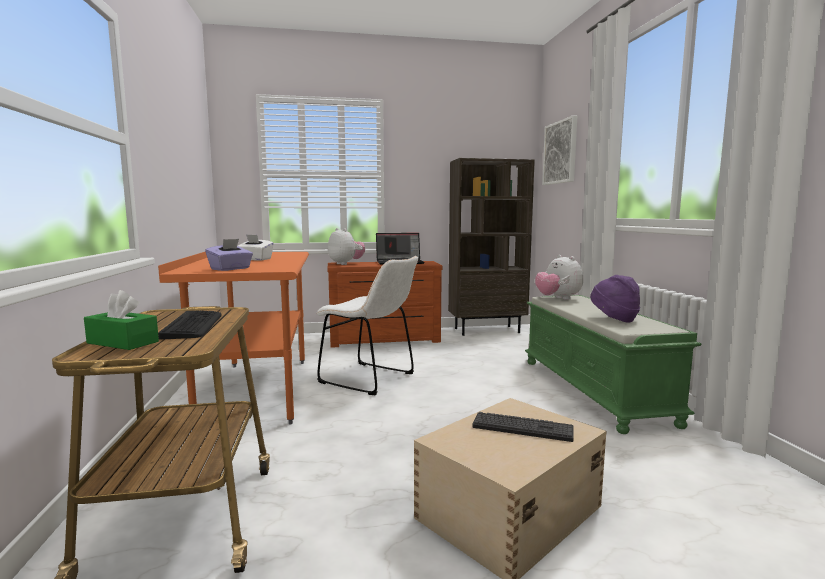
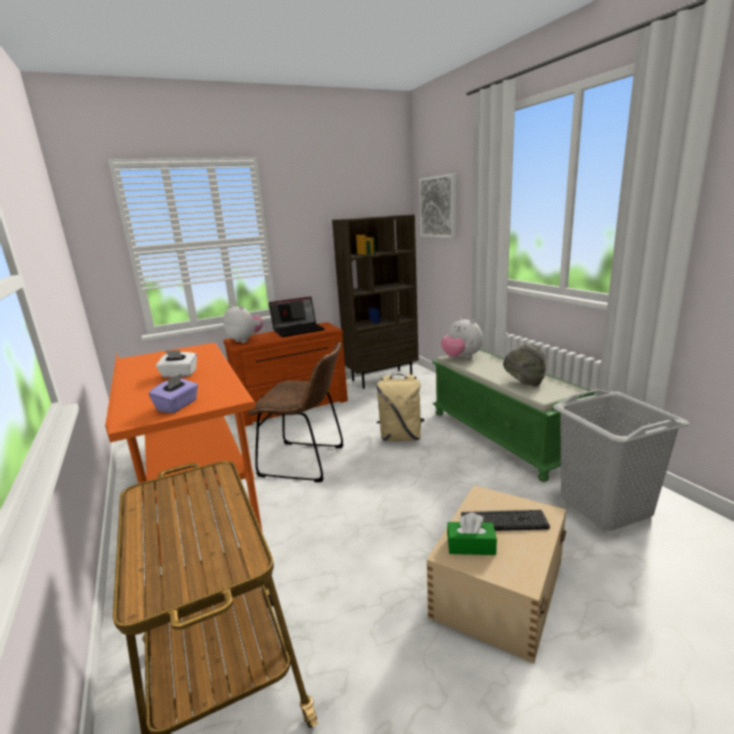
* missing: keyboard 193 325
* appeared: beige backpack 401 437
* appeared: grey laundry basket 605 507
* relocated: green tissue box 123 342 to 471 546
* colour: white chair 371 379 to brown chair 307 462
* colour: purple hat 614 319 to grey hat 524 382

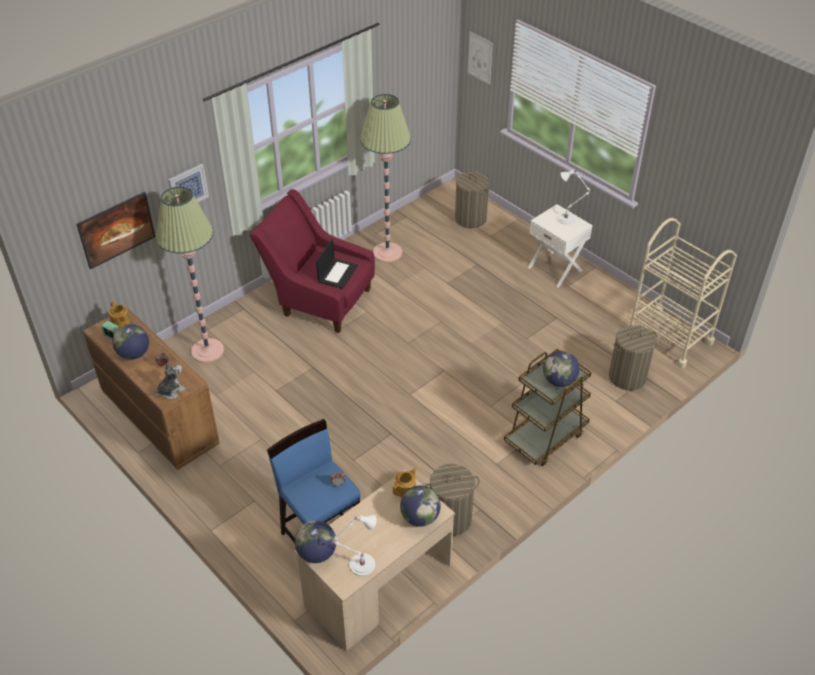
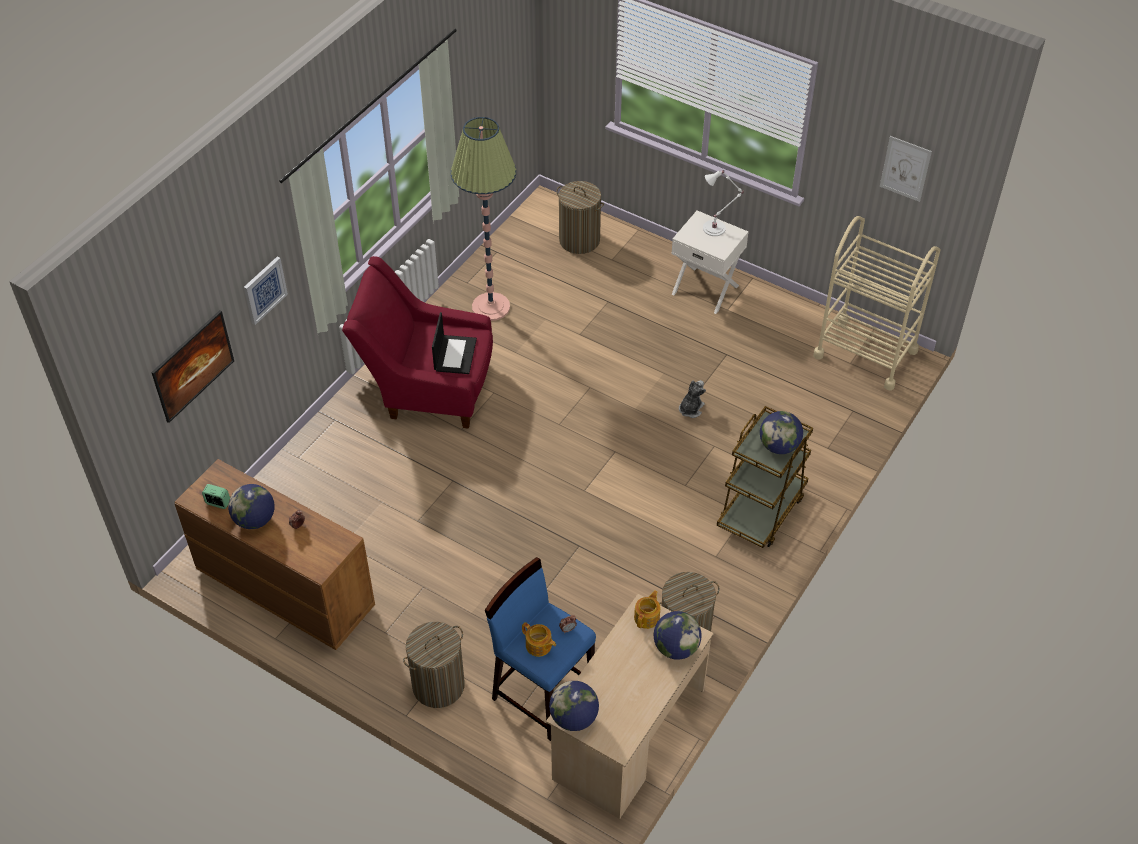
* missing: floor lamp 207 351
* missing: white table lamp 360 565
* relocated: teapot 120 321 to 539 646
* relocated: plush toy 171 391 to 690 409
* relocated: picture 480 58 to 905 168
* relocated: laundry basket 627 377 to 438 685

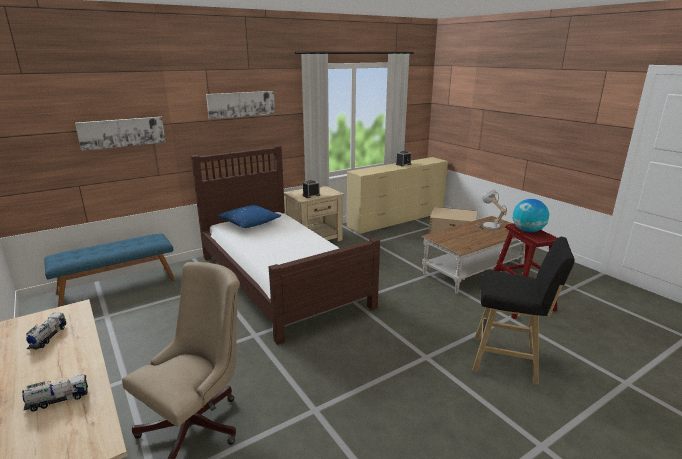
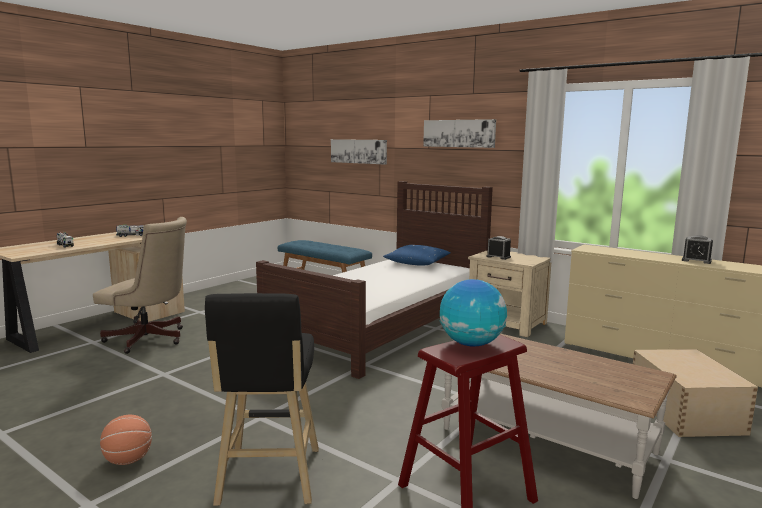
* missing: table lamp 489 226
* appeared: basketball 128 460

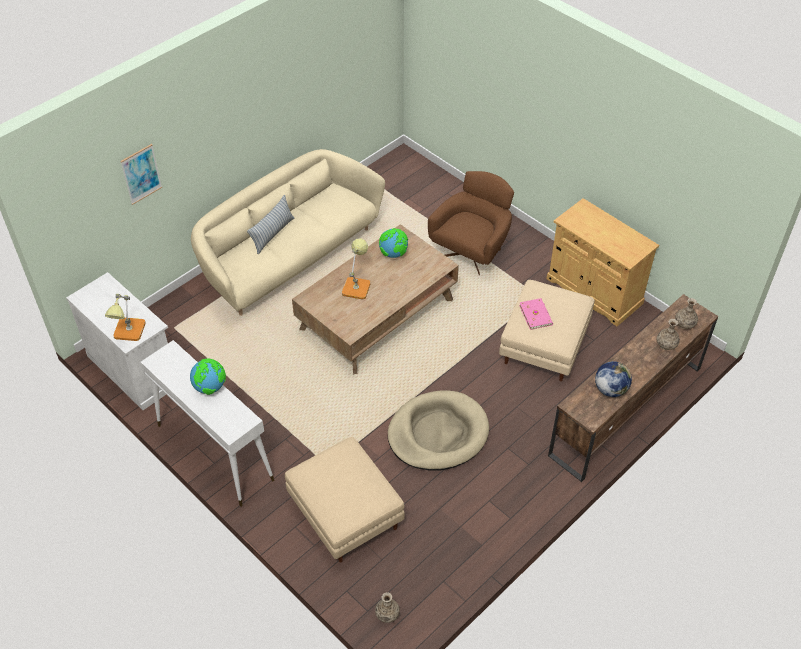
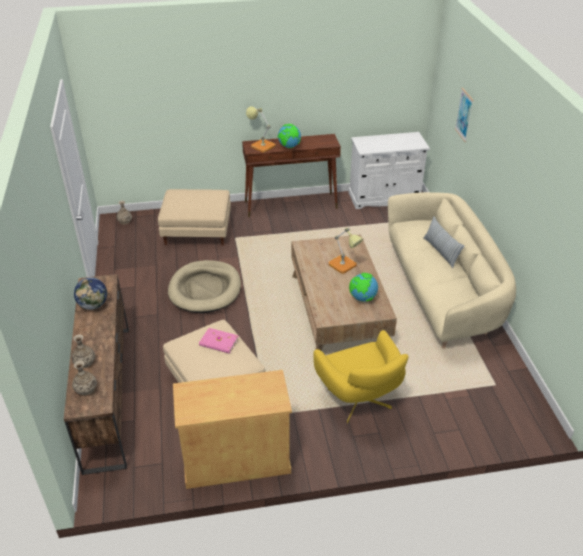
* relocated: table lamp 128 333 to 260 145
* colour: white console table 214 452 to brown console table 291 205
* colour: brown armchair 472 252 to yellow armchair 360 401

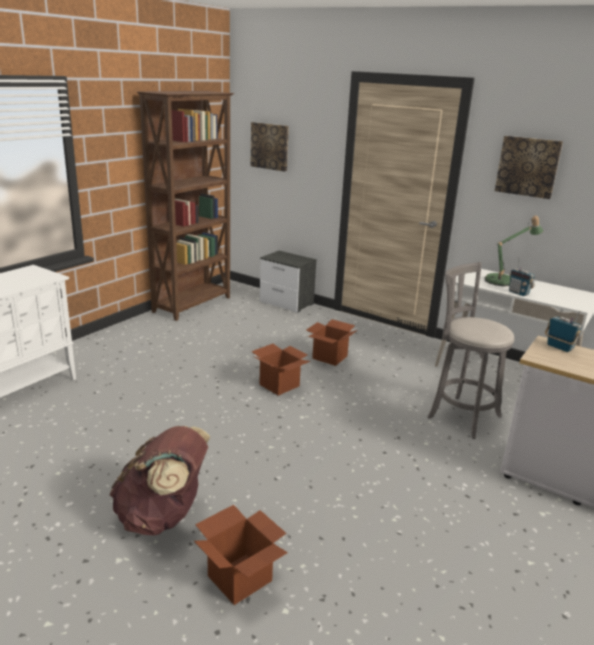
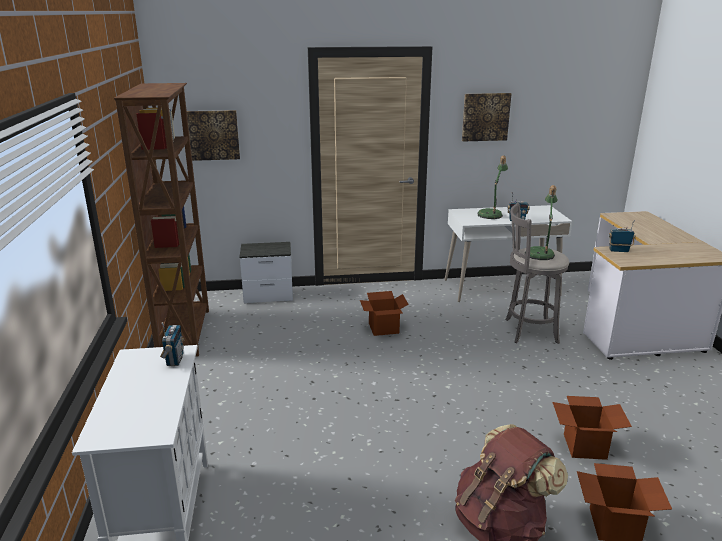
* appeared: radio 174 360
* appeared: table lamp 540 253
* relocated: cardboard box 279 385 to 585 446

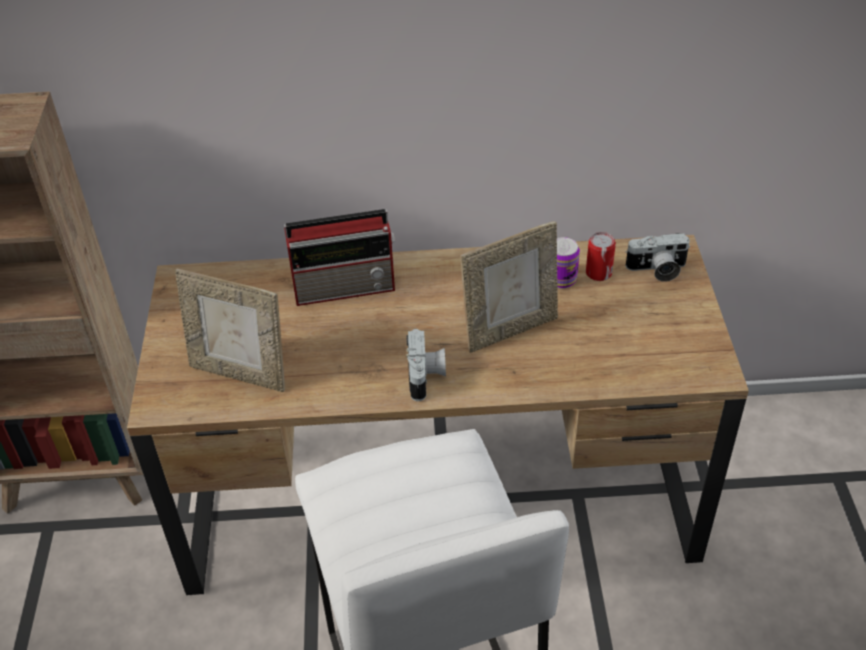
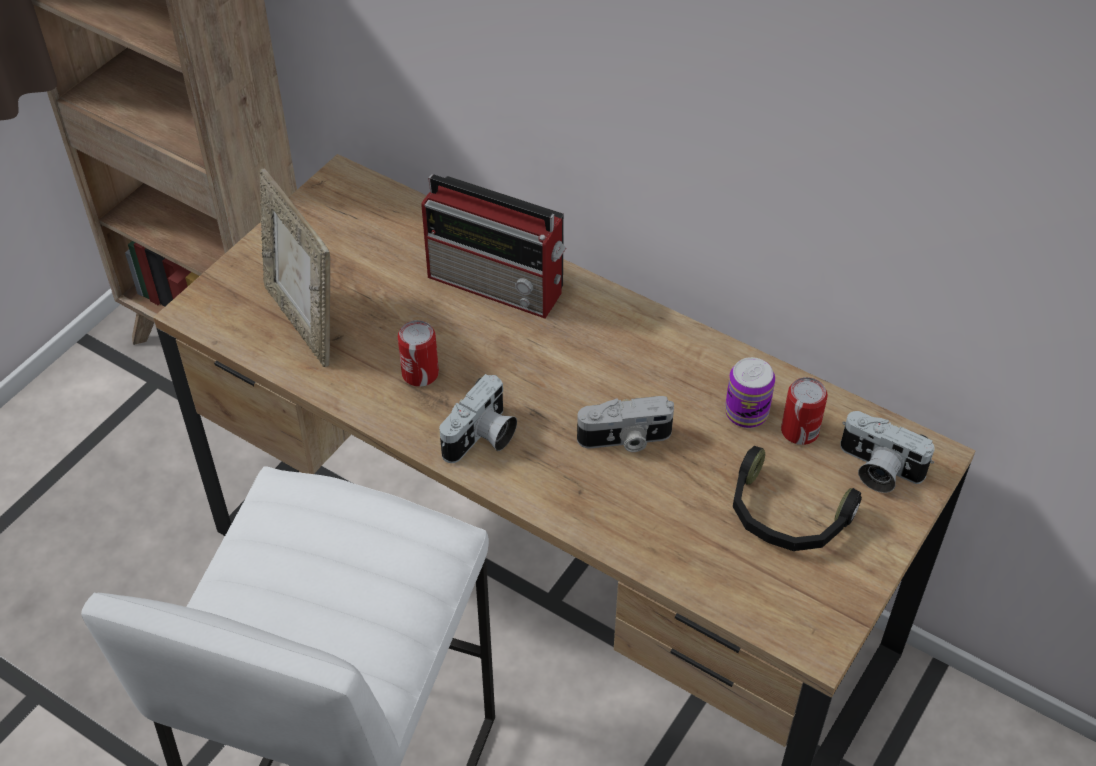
* appeared: can 420 373
* appeared: black headphones 785 516
* exchanged: picture frame 510 330 to photo camera 625 439

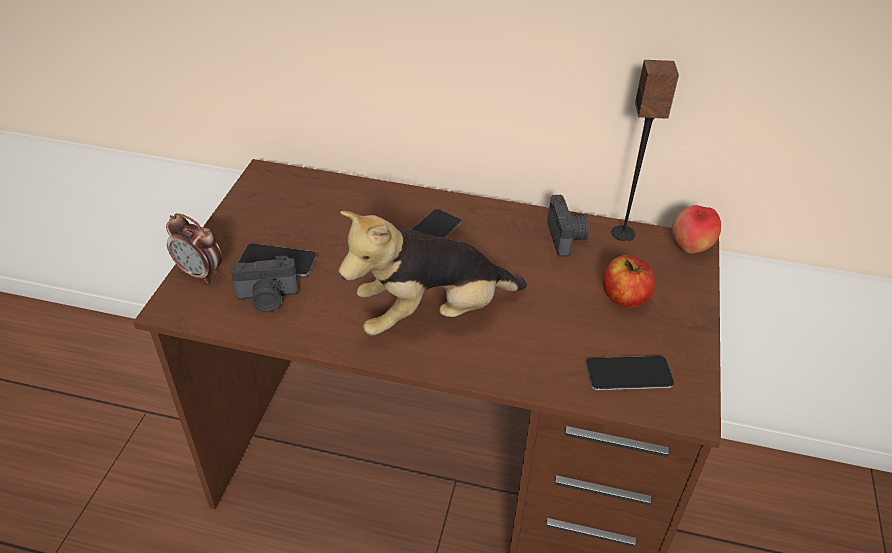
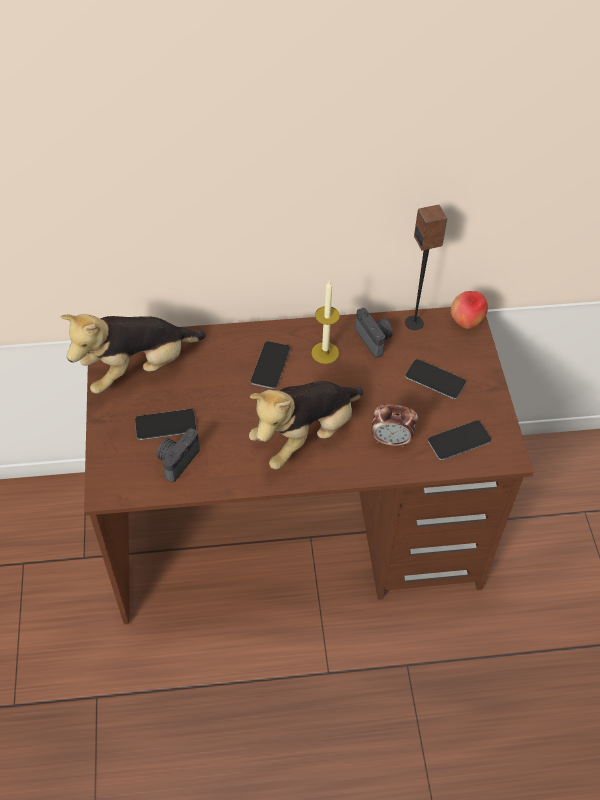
* appeared: plush toy 138 369
* appeared: candle 325 353
* relocated: alarm clock 200 273 to 391 440
* exchanged: apple 625 297 to phone 435 379
* spun: photo camera 267 299 = 176 460 150 degrees clockwise

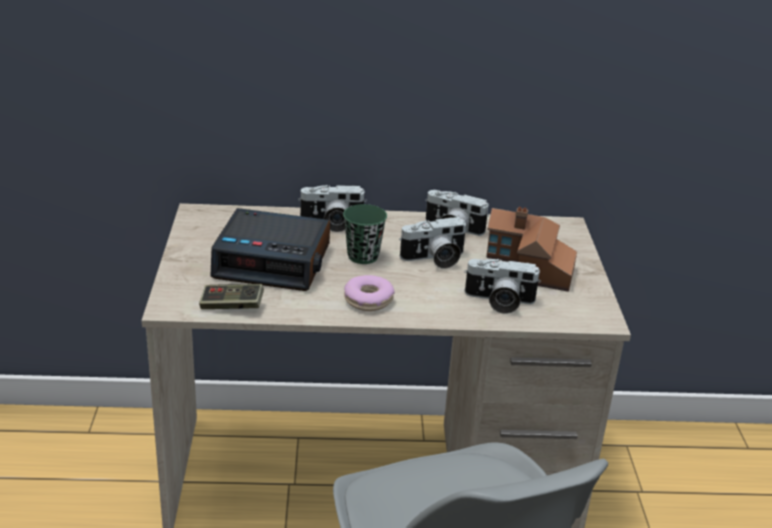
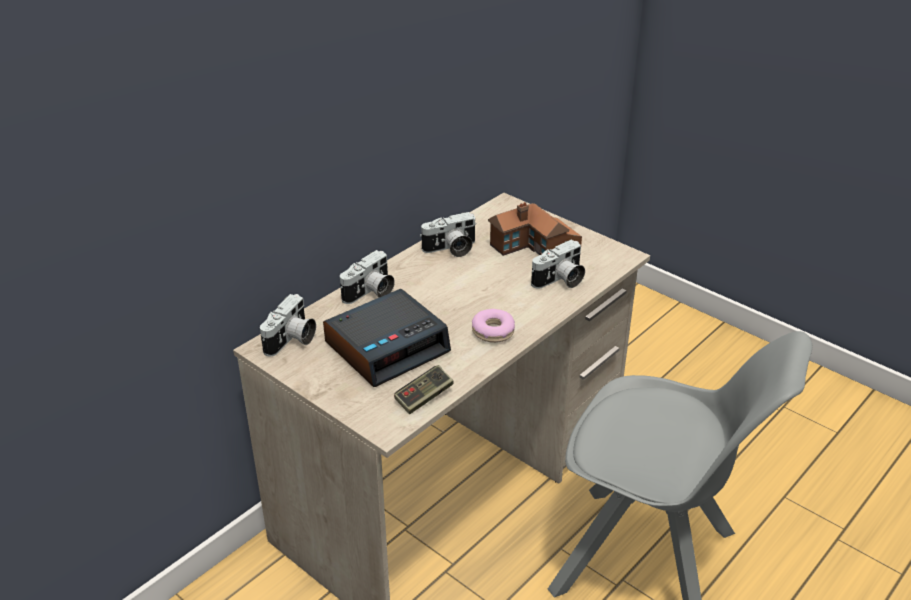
* missing: green cup 363 256
* relocated: photo camera 434 259 to 291 340

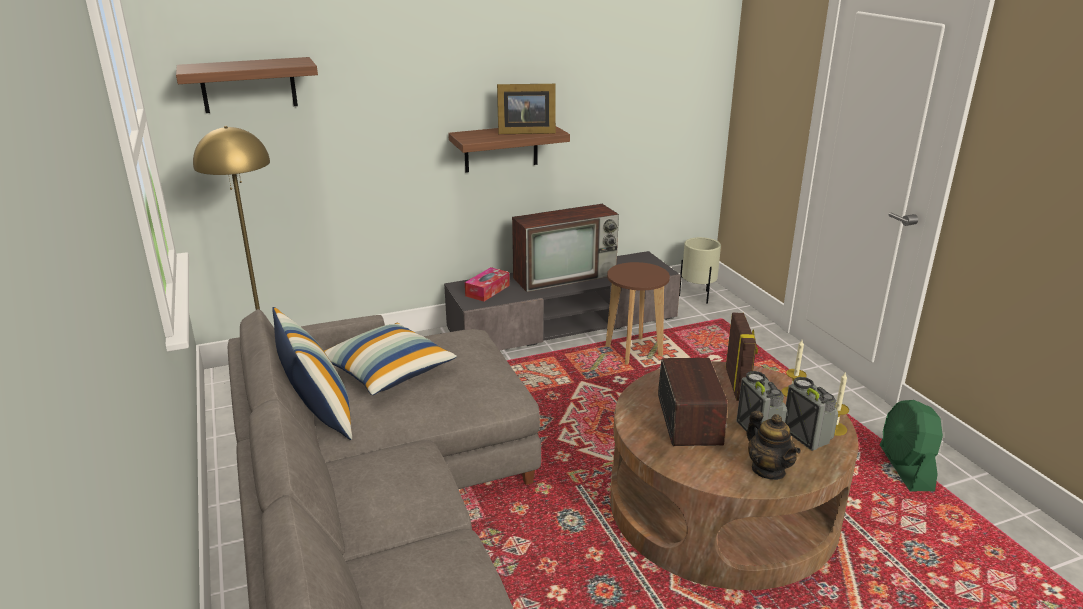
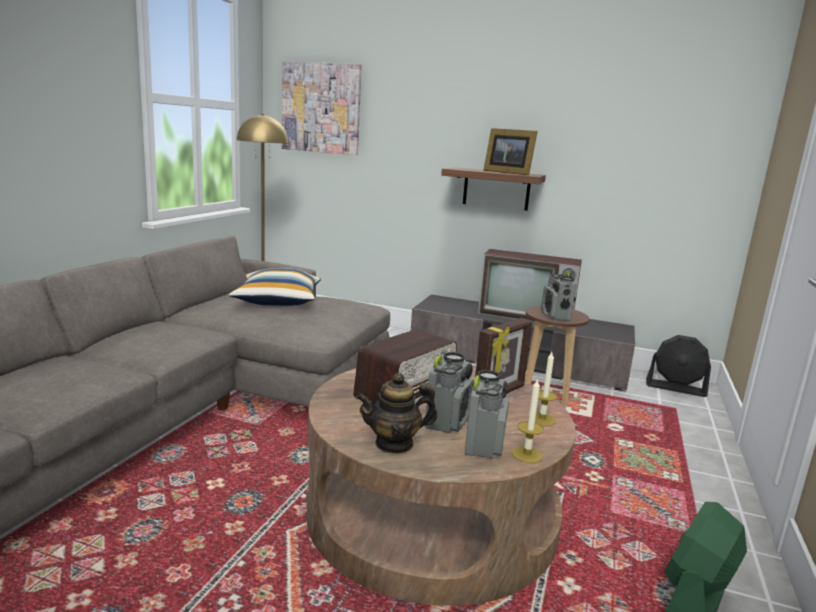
* missing: pillow 318 416
* missing: tissue box 487 290
* appeared: radio 555 316
* exchanged: shelf 248 85 to picture 321 108
* exchanged: beige planter 697 297 to black fan 675 388
* spun: teapot 768 470 = 394 444 60 degrees clockwise

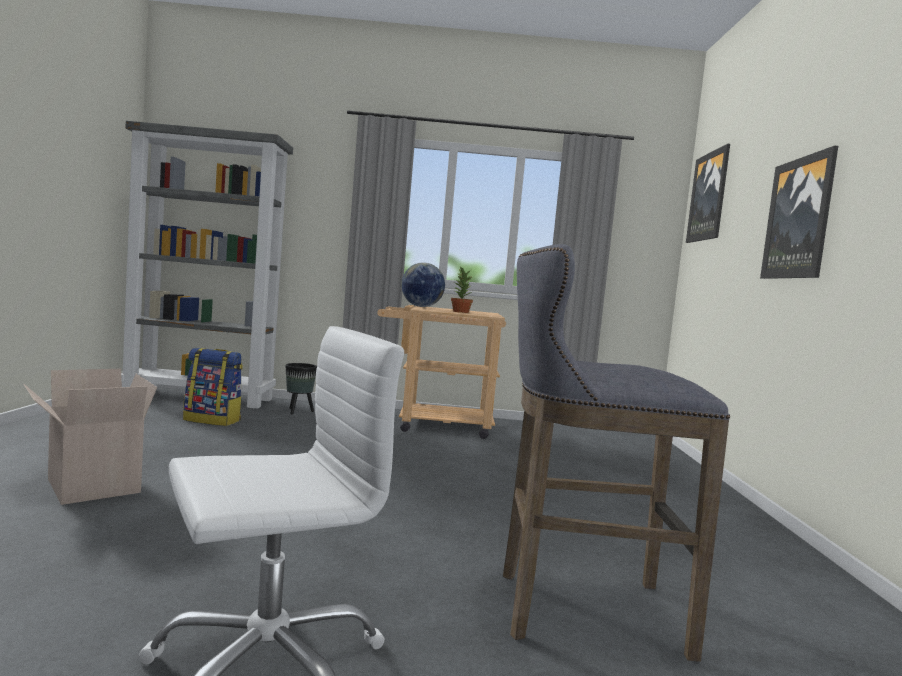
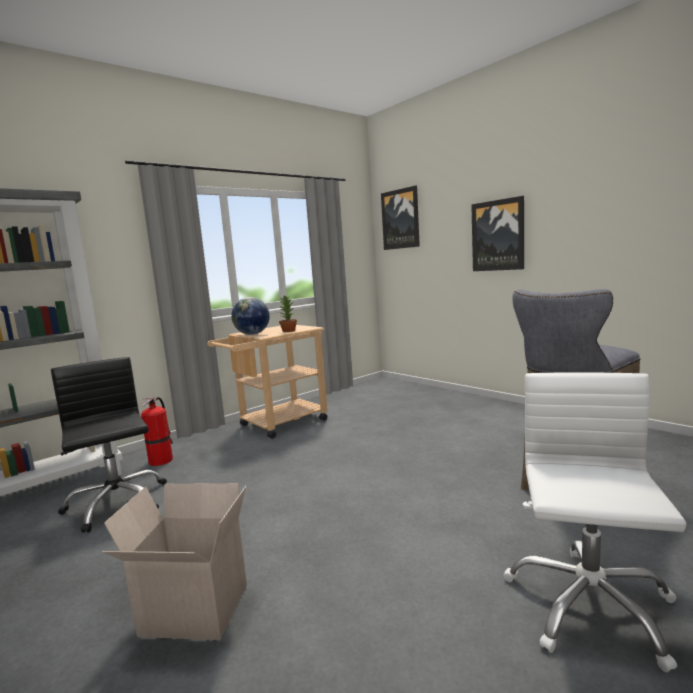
* exchanged: backpack 213 420 to black office chair 116 503
* exchanged: black planter 298 411 to fire extinguisher 161 460

